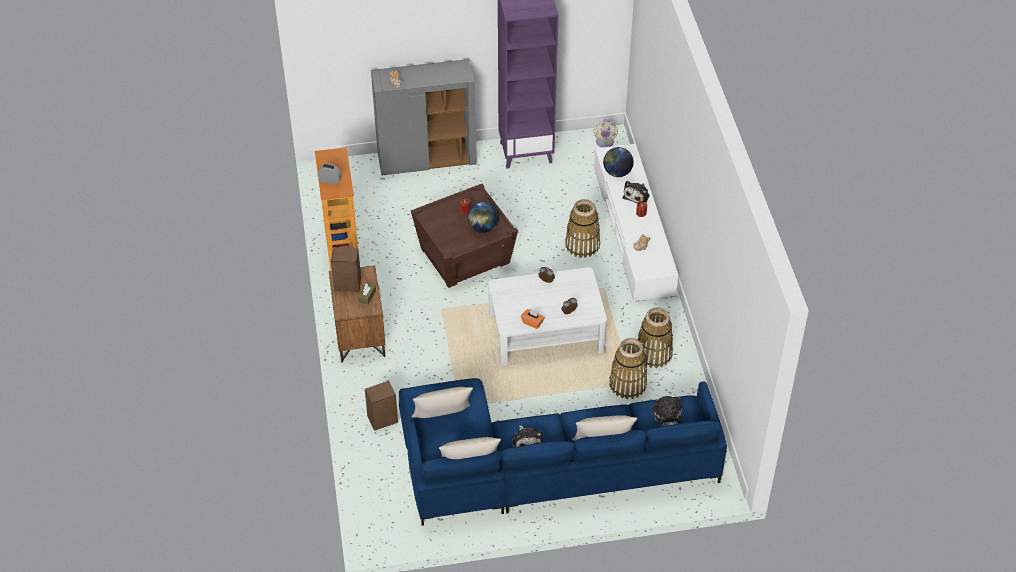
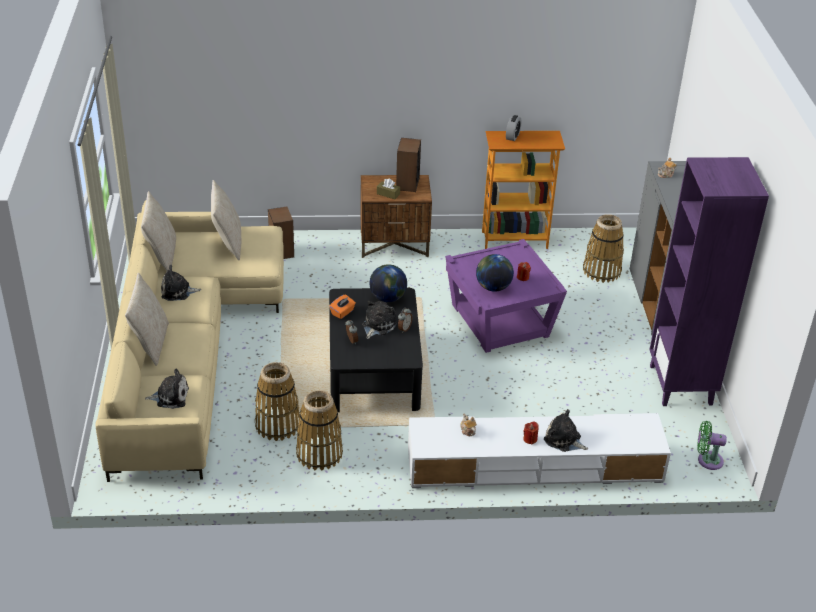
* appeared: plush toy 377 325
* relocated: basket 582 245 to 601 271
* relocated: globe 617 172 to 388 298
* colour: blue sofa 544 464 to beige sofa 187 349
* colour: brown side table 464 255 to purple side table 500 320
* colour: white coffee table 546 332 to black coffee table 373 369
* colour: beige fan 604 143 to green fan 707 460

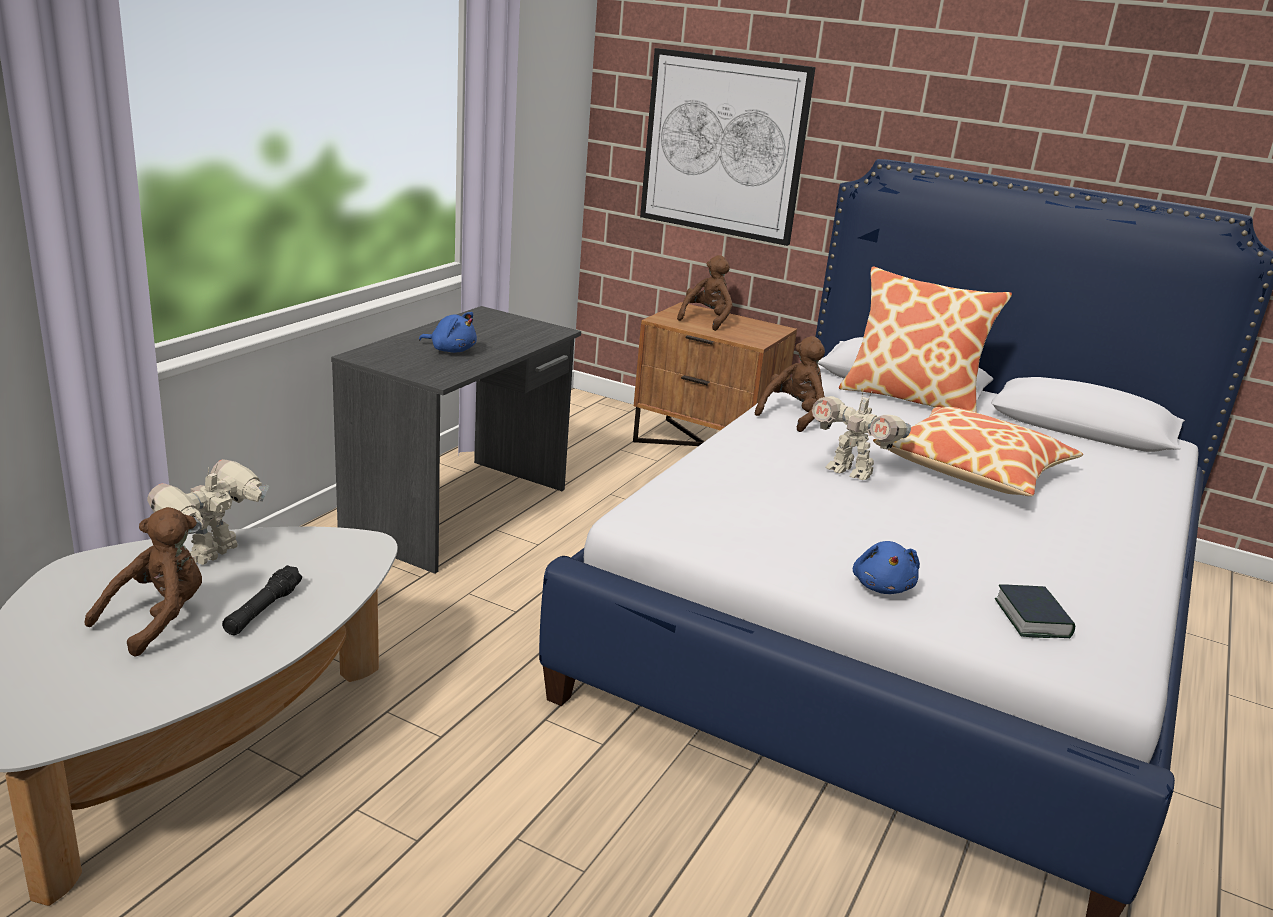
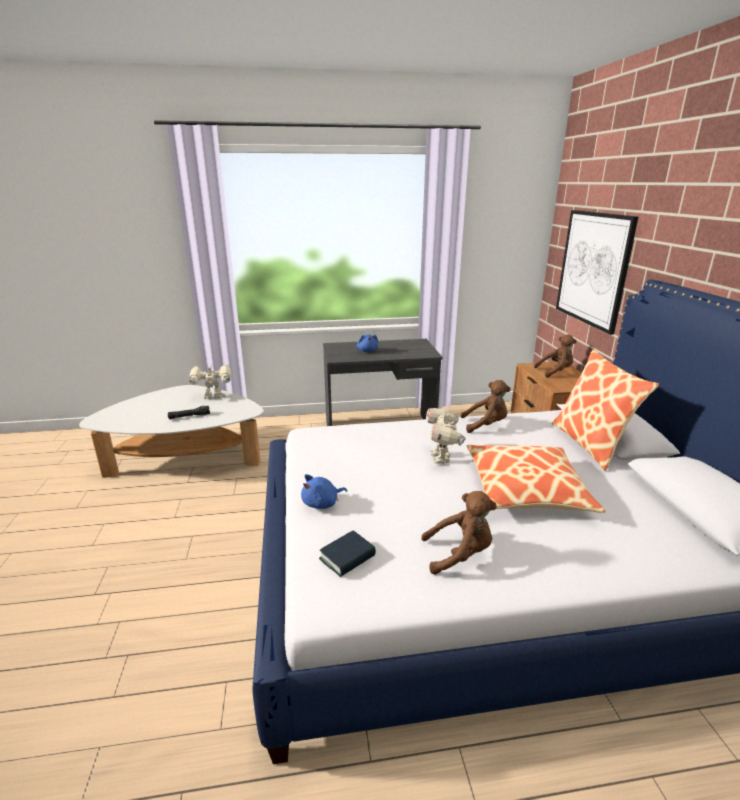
* relocated: brown plush toy 158 619 to 460 554

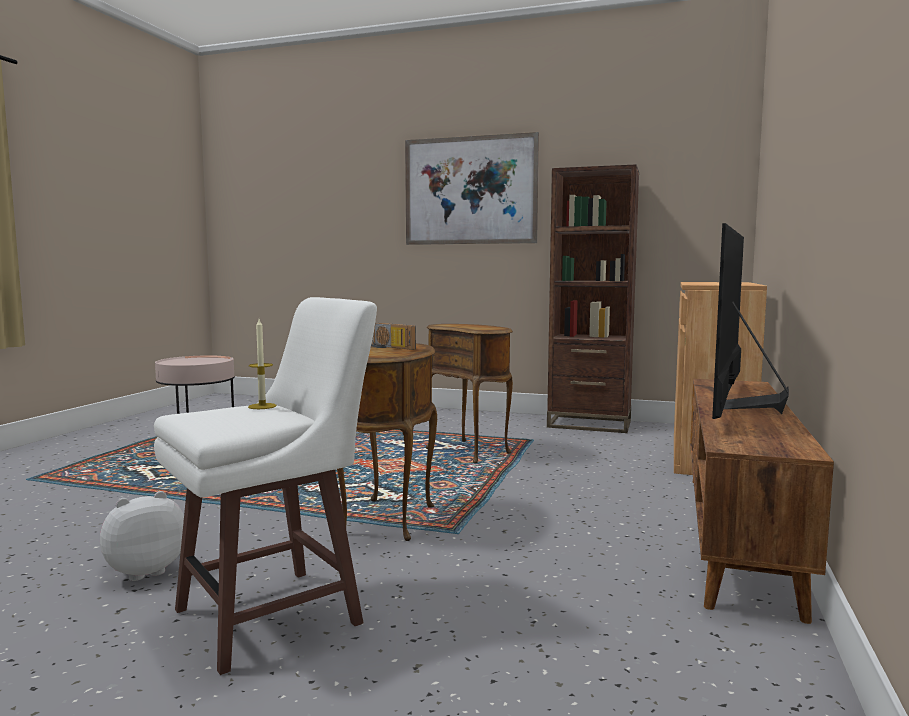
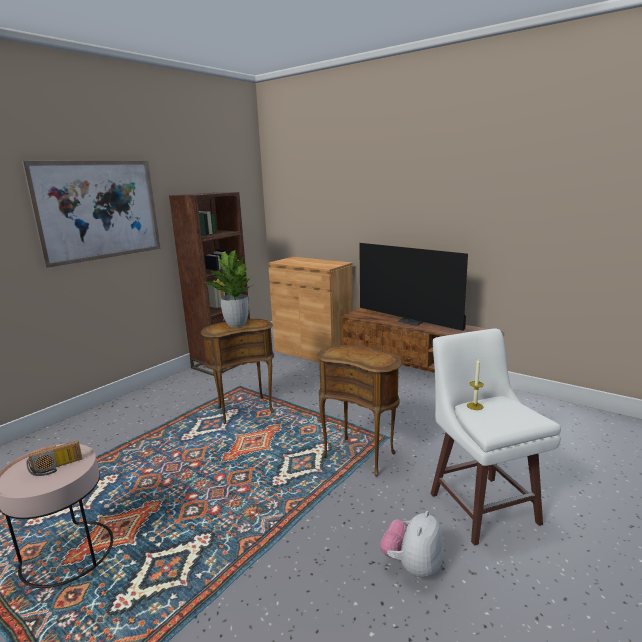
* appeared: potted plant 236 324
* relocated: radio 389 348 to 56 468
* spun: plush toy 144 571 = 413 566 45 degrees clockwise

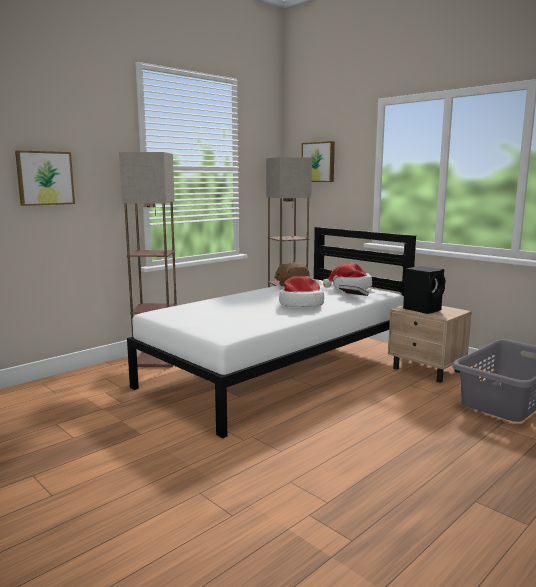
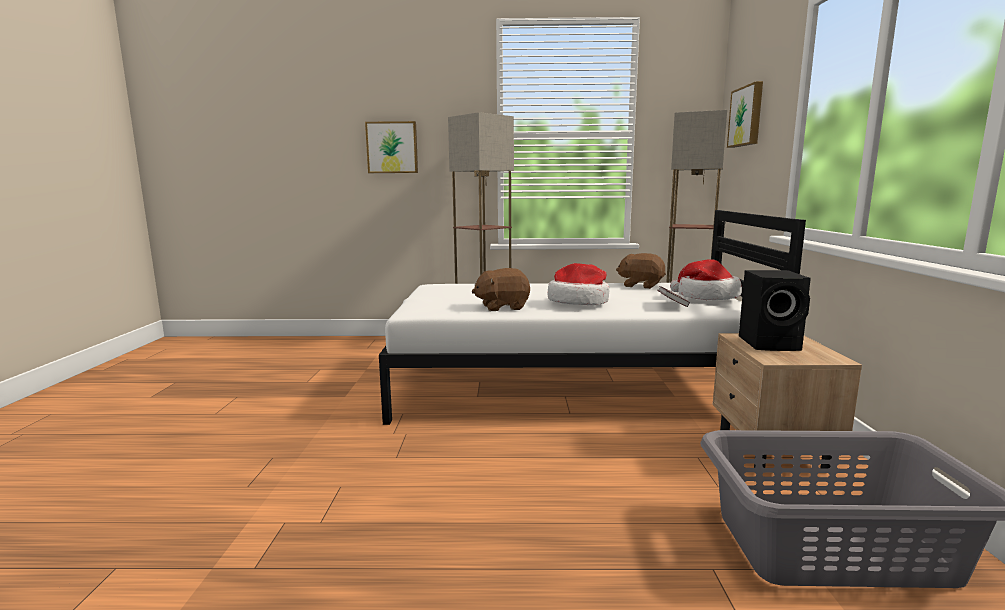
* appeared: brown plush toy 502 307

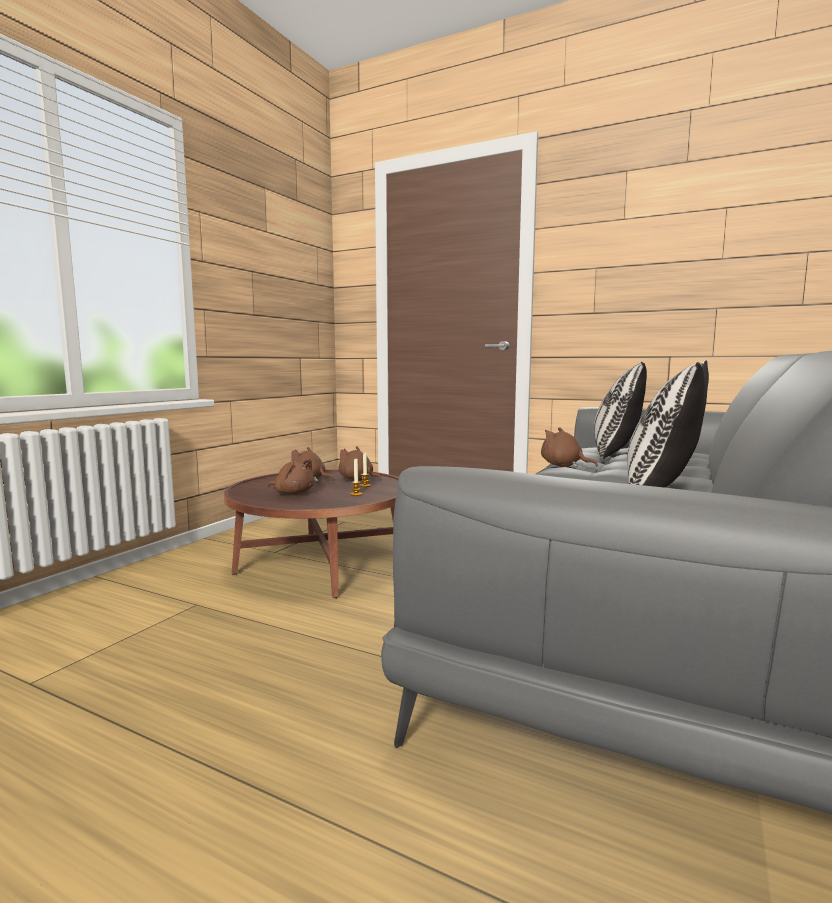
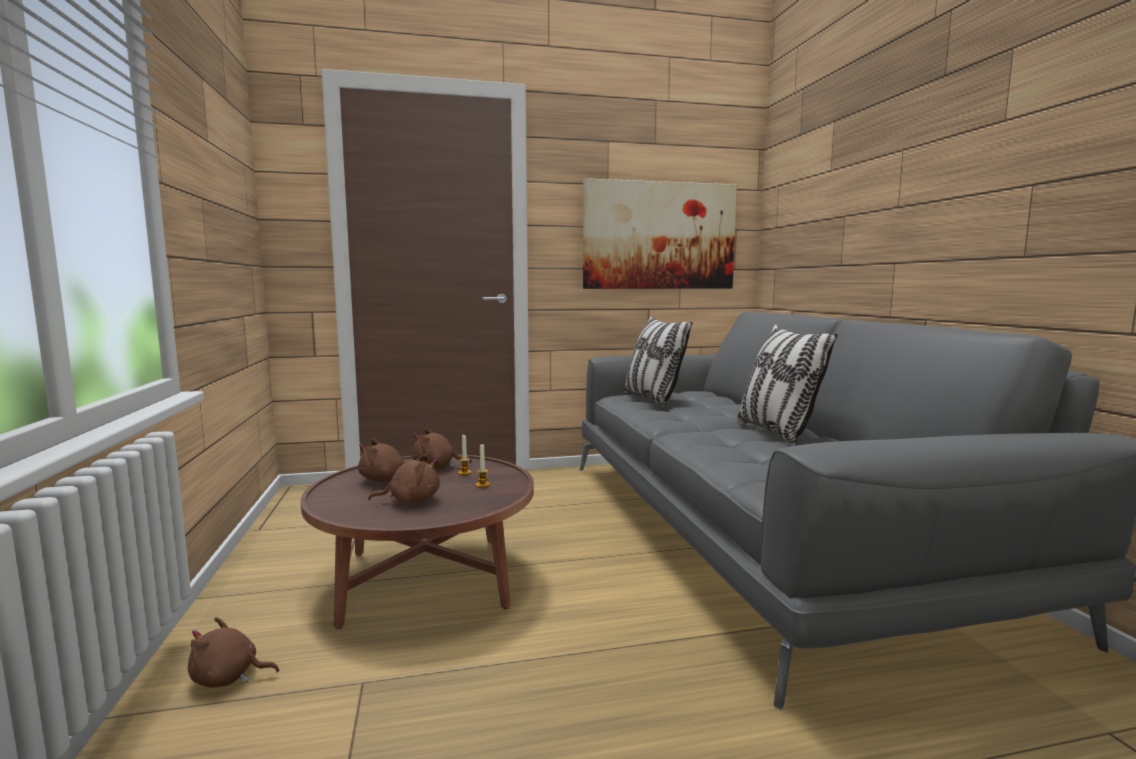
* appeared: picture 659 236
* relocated: brown plush toy 563 466 to 228 677

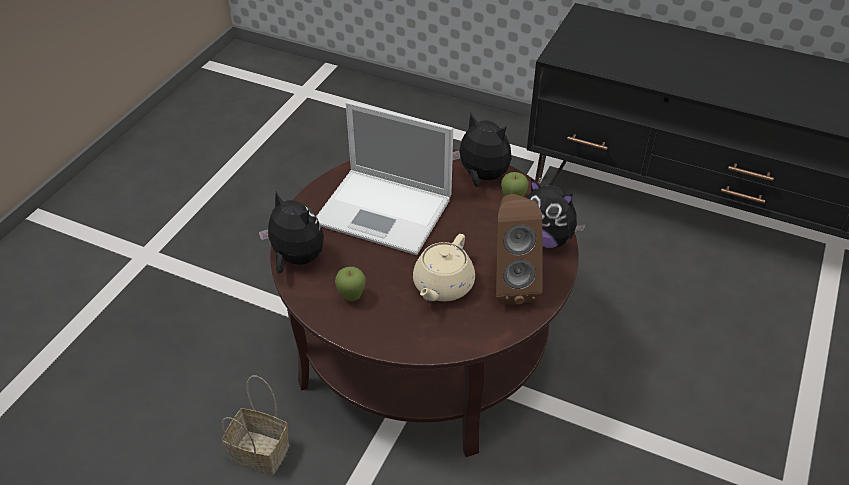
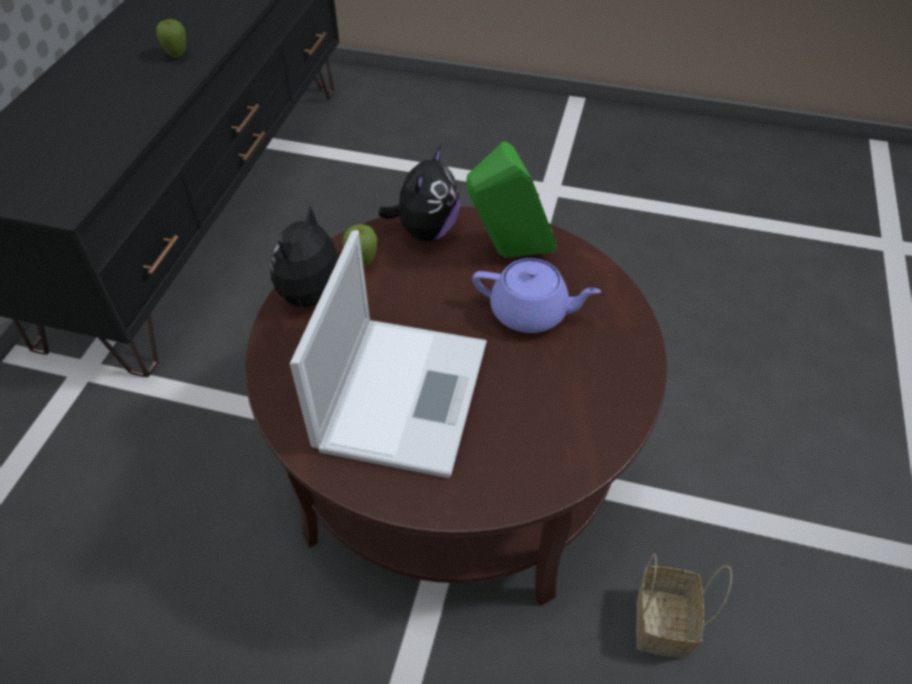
* missing: plush toy 295 259
* relocated: apple 352 298 to 177 56
* colour: beige teapot 442 286 to purple teapot 531 313
* colour: brown speaker 511 283 to green speaker 508 254

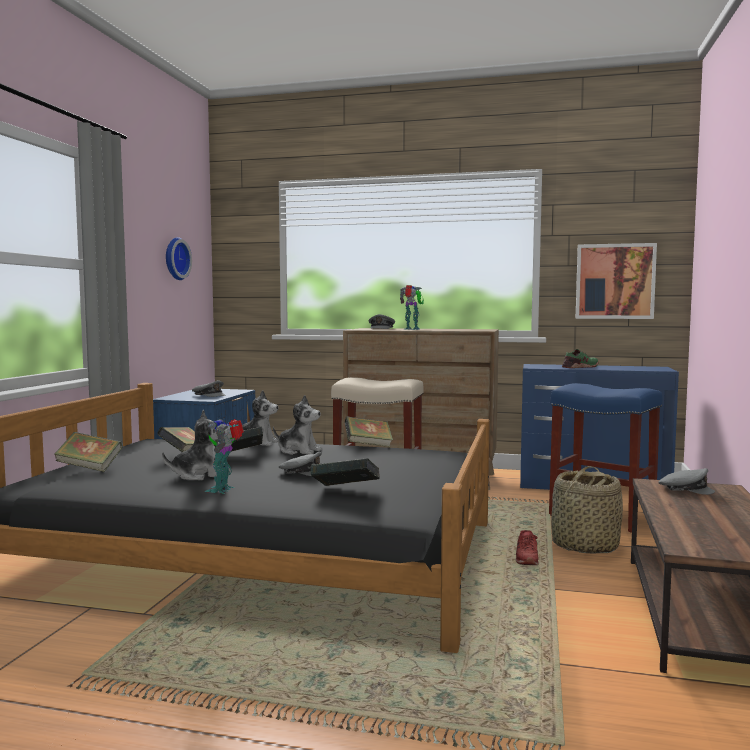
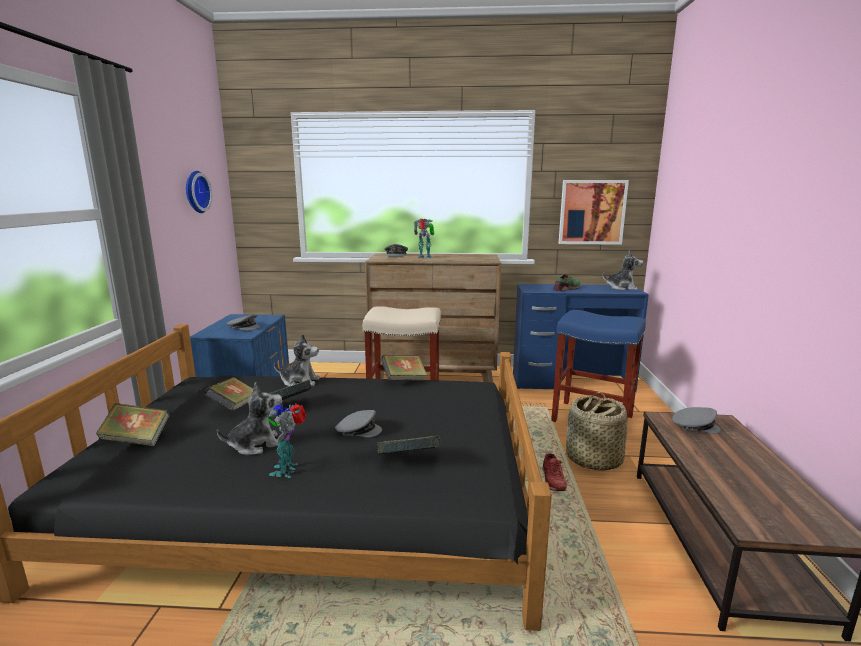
* relocated: plush toy 299 451 to 622 288

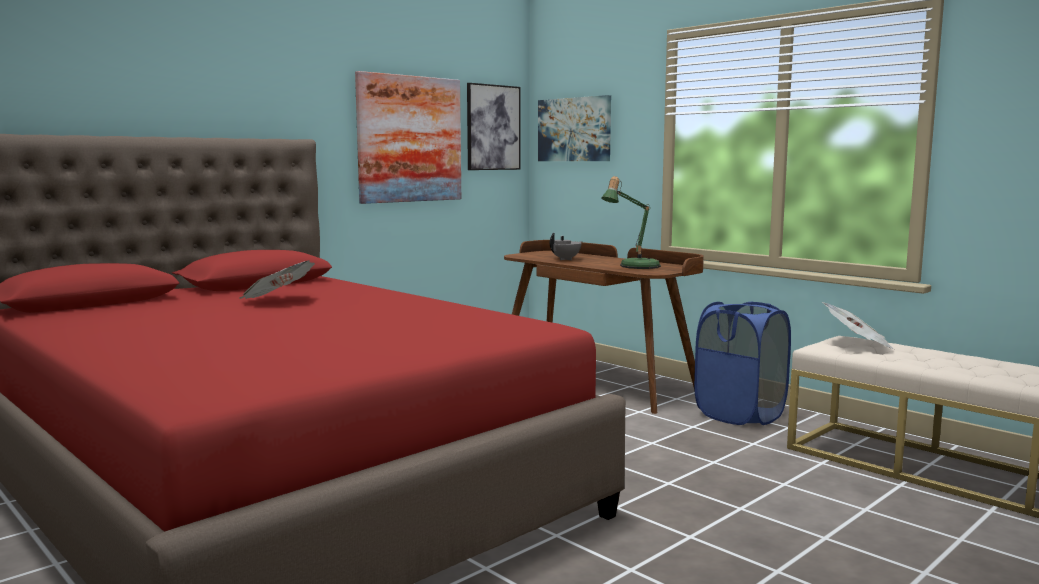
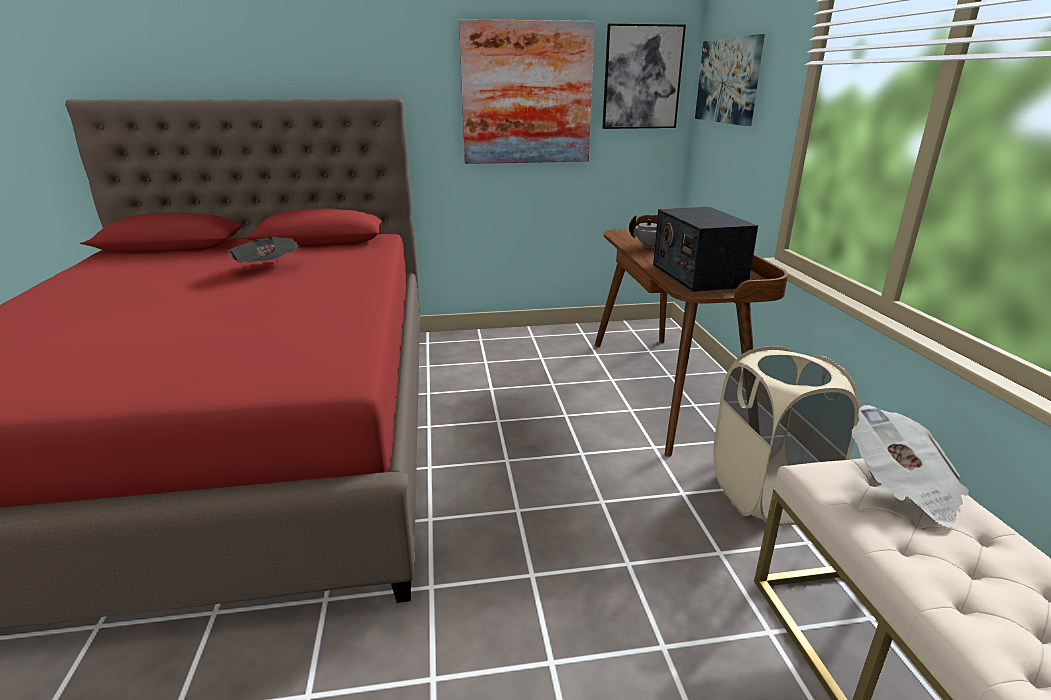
* exchanged: table lamp 634 267 to radio 697 275
* colour: blue laundry basket 740 415 to beige laundry basket 768 495

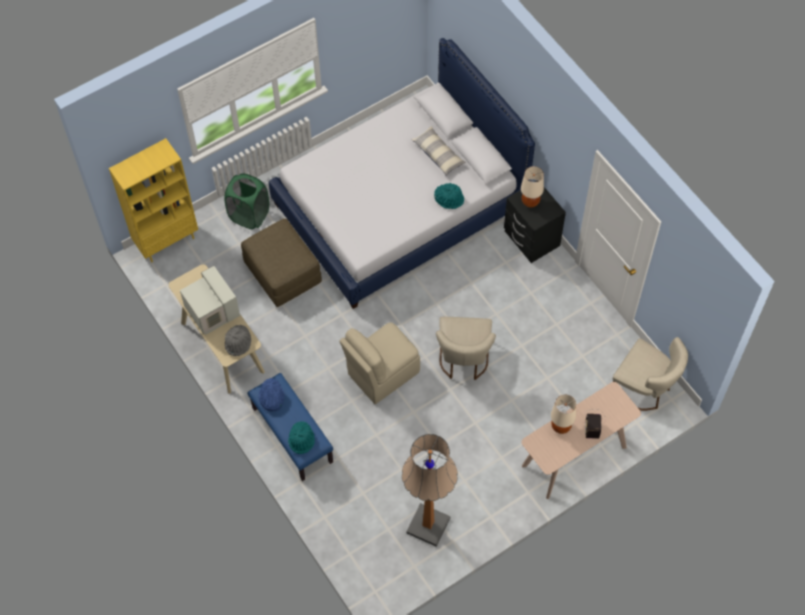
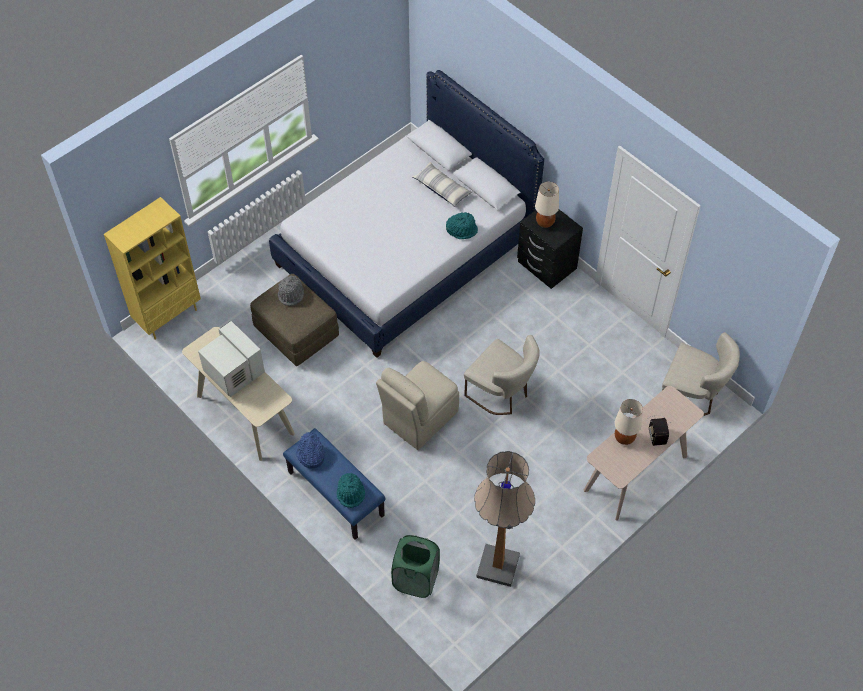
* relocated: green laundry basket 249 215 to 415 579
* relocated: grey hat 238 343 to 291 294
* spun: beige chair 463 360 = 501 393 45 degrees counterclockwise

